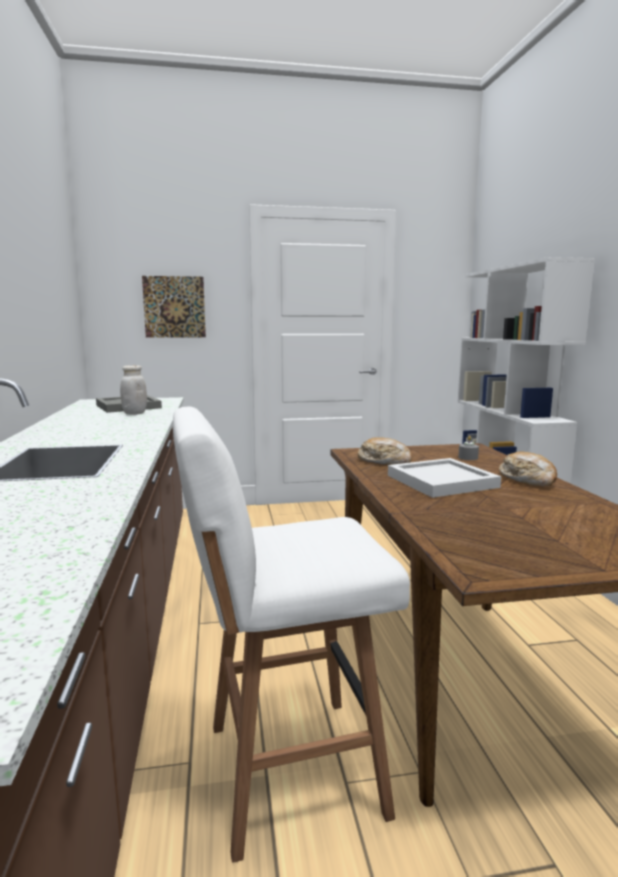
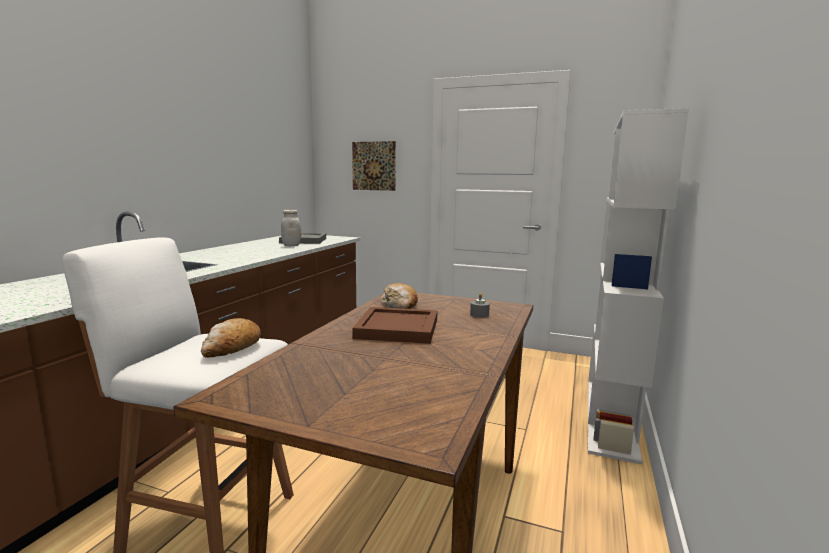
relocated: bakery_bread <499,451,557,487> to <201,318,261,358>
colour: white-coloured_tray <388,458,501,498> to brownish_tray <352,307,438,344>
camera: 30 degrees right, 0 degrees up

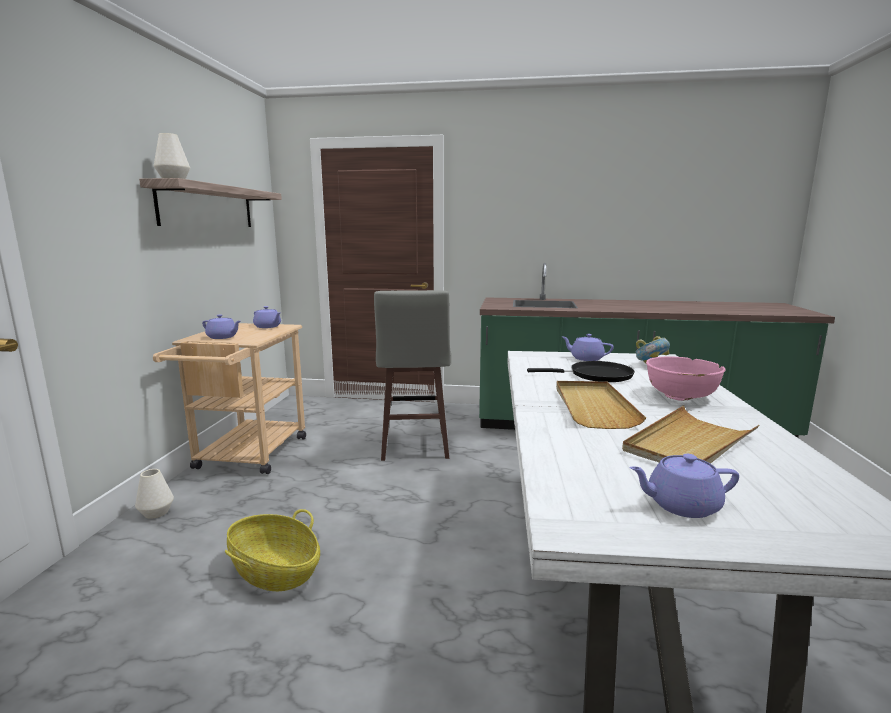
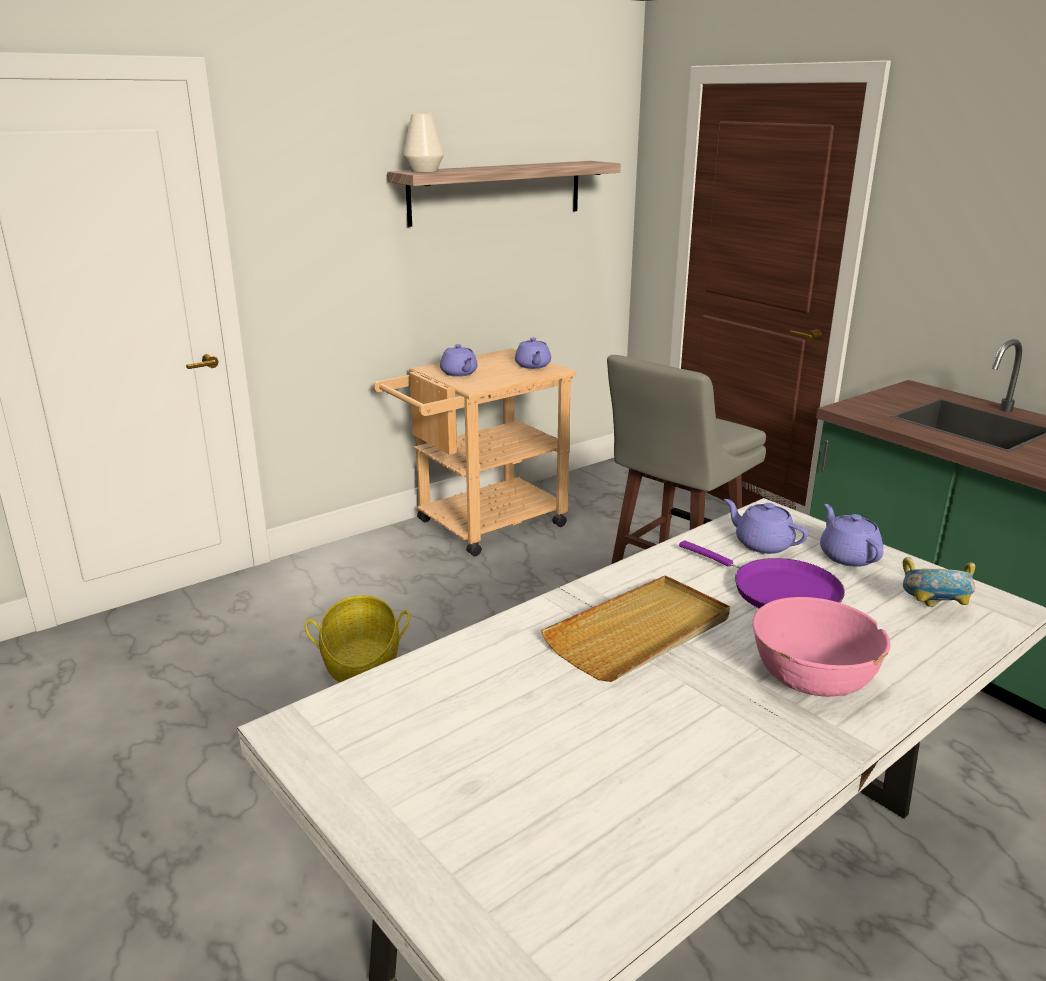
missing: sand-coloured_tray <622,406,759,464>; white-coloured_vase <135,469,174,519>
relocated: purplish_pot_for_tea <629,454,739,518> to <724,499,809,554>
colour: black-coloured_skillet <527,361,635,382> to purplish_skillet <679,540,845,608>
camera: 45 degrees right, 10 degrees up

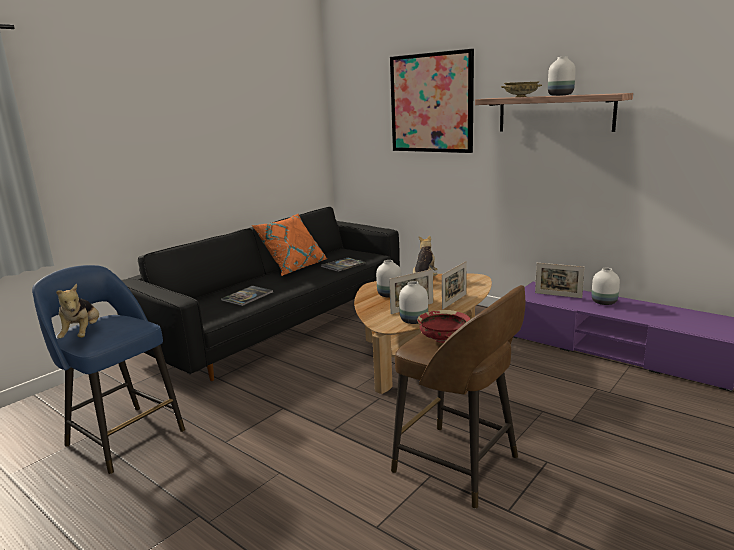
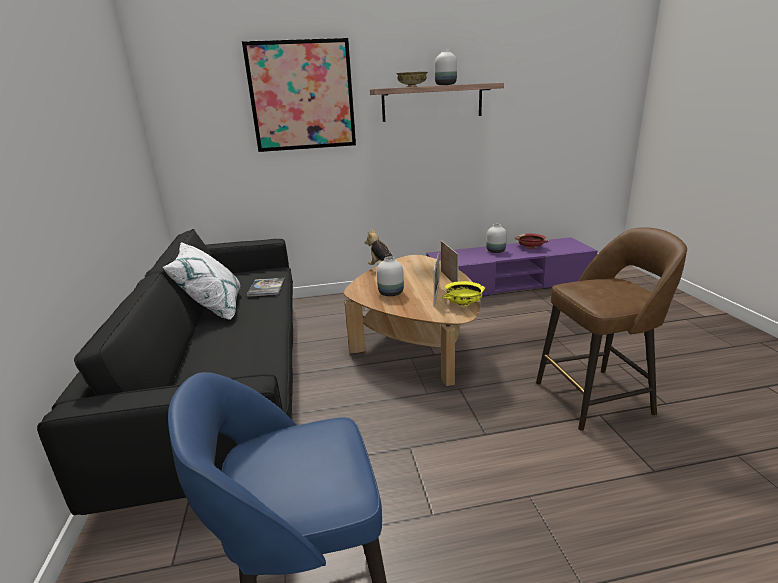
missing: standing_frame <535,263,585,298>; cuddly_toy <56,284,99,338>; book <221,286,273,306>
relocated: reddish_serving_bowl <417,310,470,343> to <515,233,549,249>
exchanged: white-coloured_vase <399,281,428,324> to yellow_serving_bowl <441,281,485,306>
colour: orange-coloured_cushion <251,214,327,276> to white-coloured_cushion <163,242,241,320>
camera: 50 degrees left, 5 degrees up

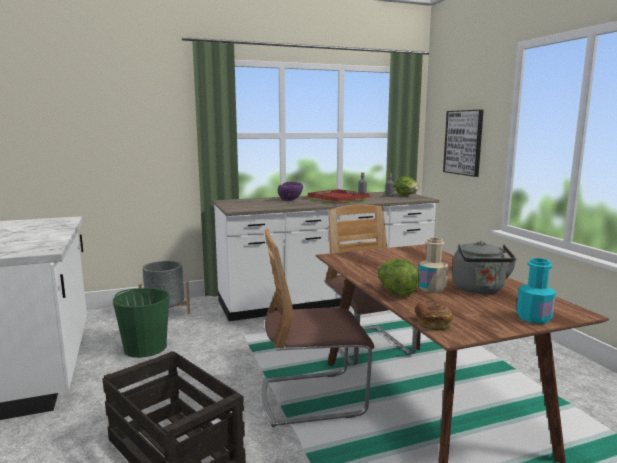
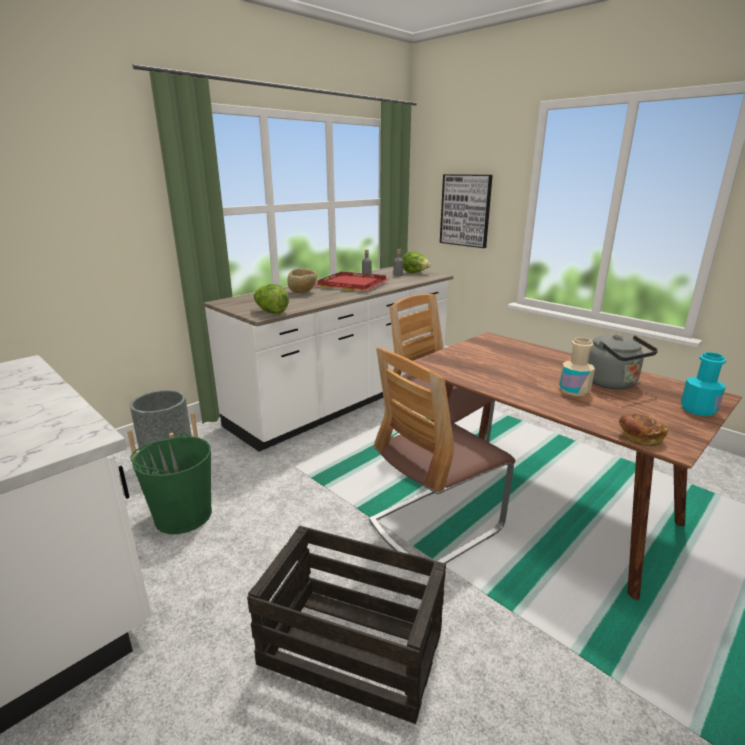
relocated: lettuce <378,259,420,297> to <253,284,289,314>
colour: purplish_serving_bowl <278,181,303,201> to sand-coloured_serving_bowl <287,268,317,293>
camera: 25 degrees left, 10 degrees up

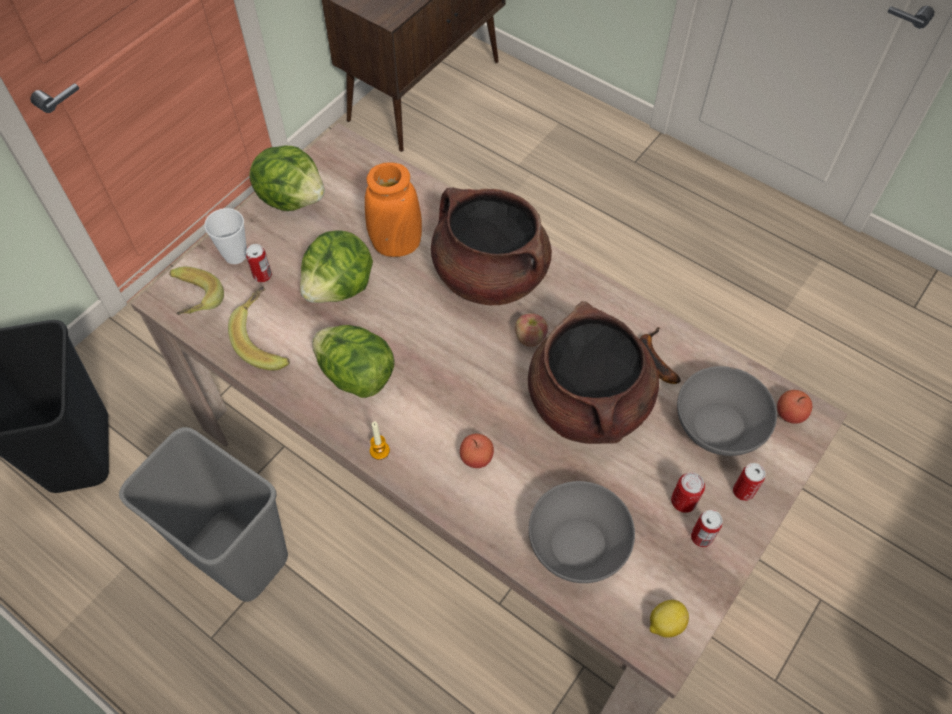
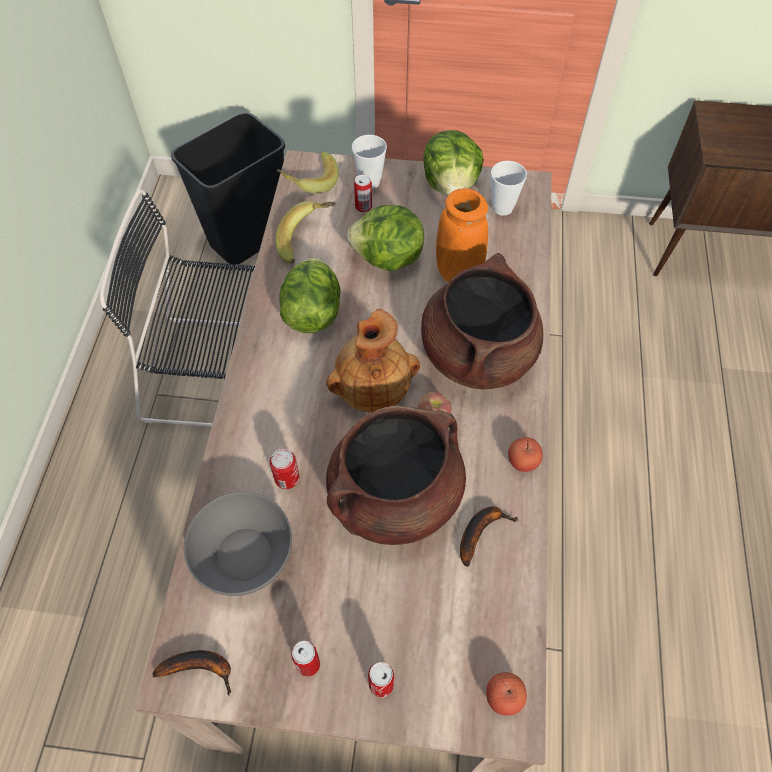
missing: greyish_serving_bowl <677,366,777,456>; candle <370,421,390,460>
appeared: drinking_cup <491,161,527,216>; brownish_vase <326,309,420,413>
relocated: whole_apple <460,434,494,468> to <508,437,543,472>; sealed_can <671,472,705,513> to <270,449,300,489>
exchanged: greyish_rubbish_bin <119,427,288,602> to black-coloured_upright_chair <100,189,255,427>; citrus_fruit <650,600,689,638> to whole_banana <153,650,231,696>
camera: 60 degrees right, 0 degrees up

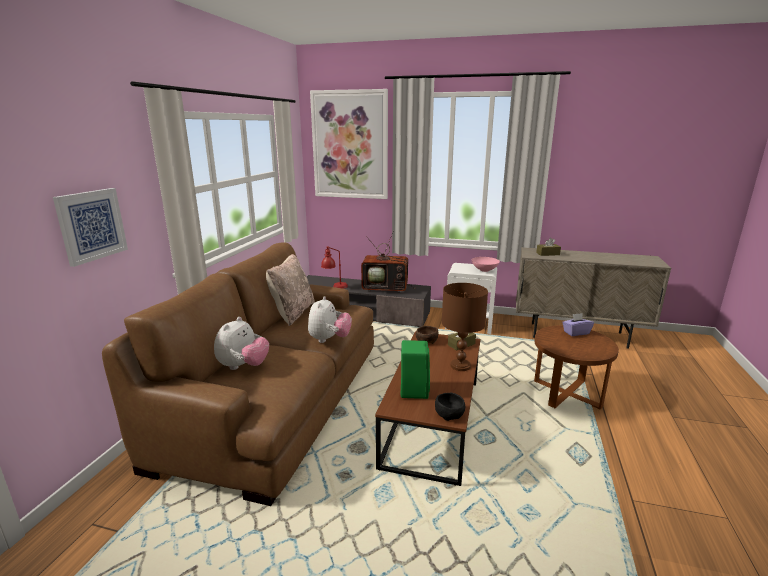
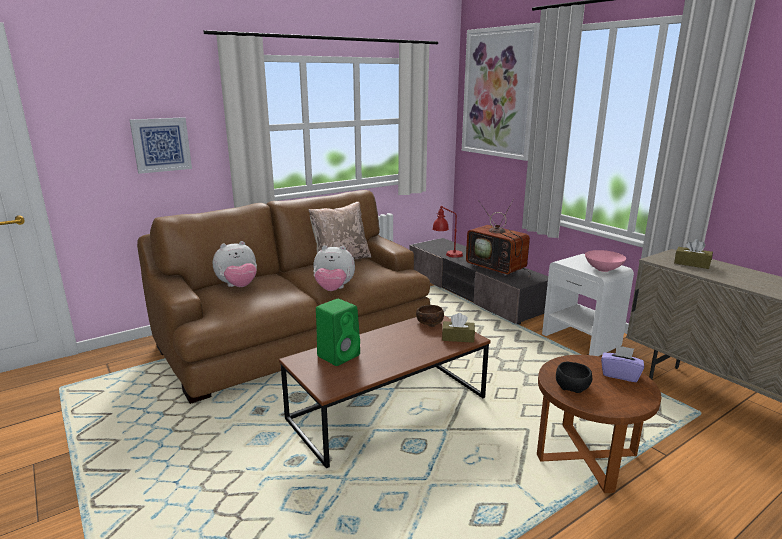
missing: brownish_tabletop_lamp <442,283,488,371>
relocated: black-coloured_serving_bowl <435,393,465,421> to <556,362,593,393>
spun: cuddly_toy <308,296,352,343> = <313,245,355,291> 45 degrees clockwise
camera: 40 degrees right, 0 degrees up

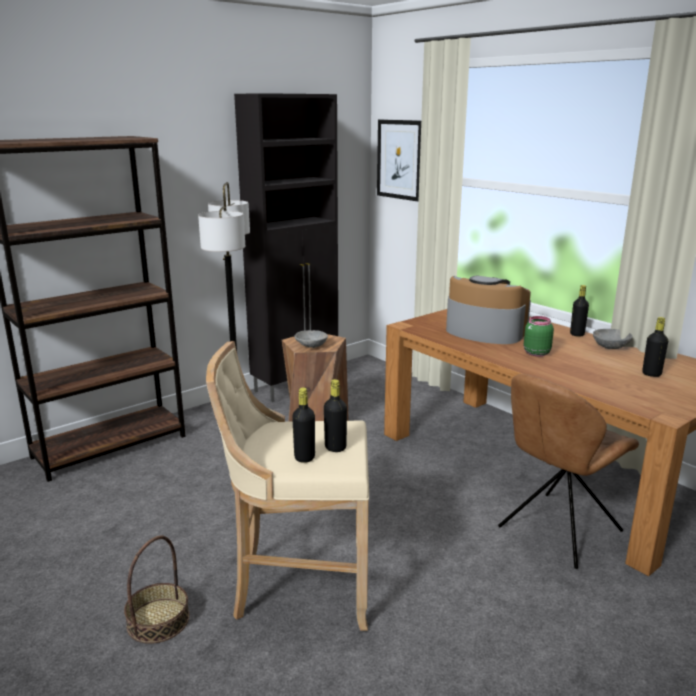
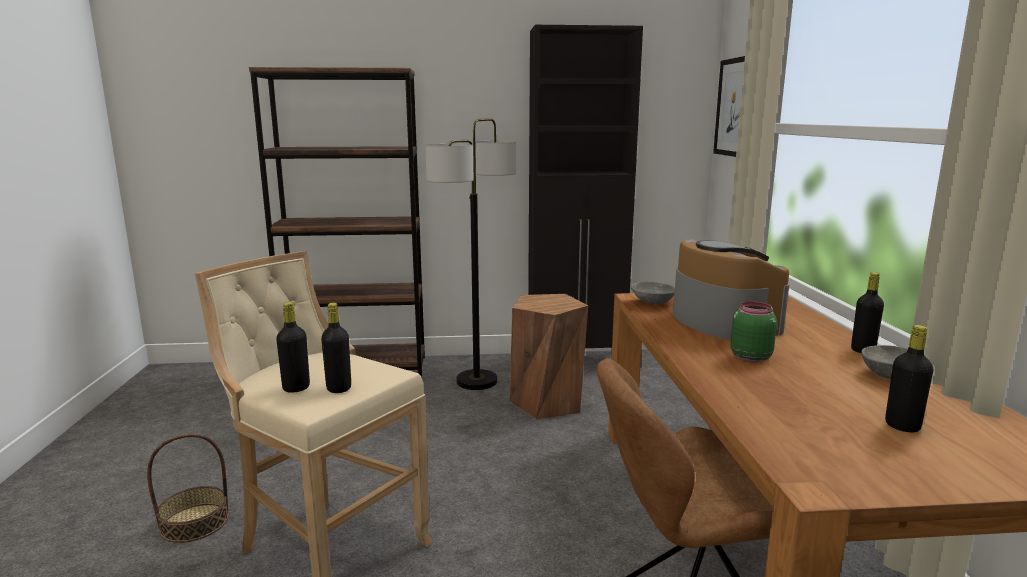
relocated: greyish_serving_bowl <295,330,328,348> to <631,281,675,304>
camera: 35 degrees right, 5 degrees down

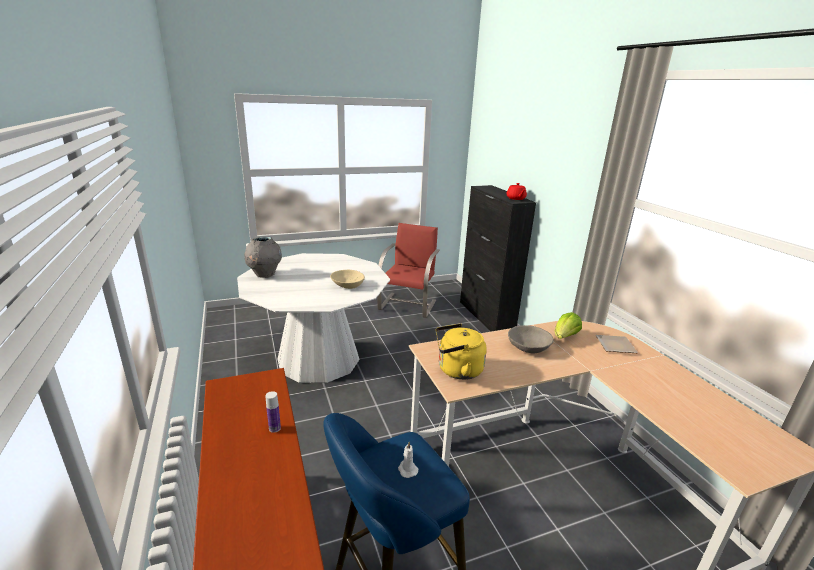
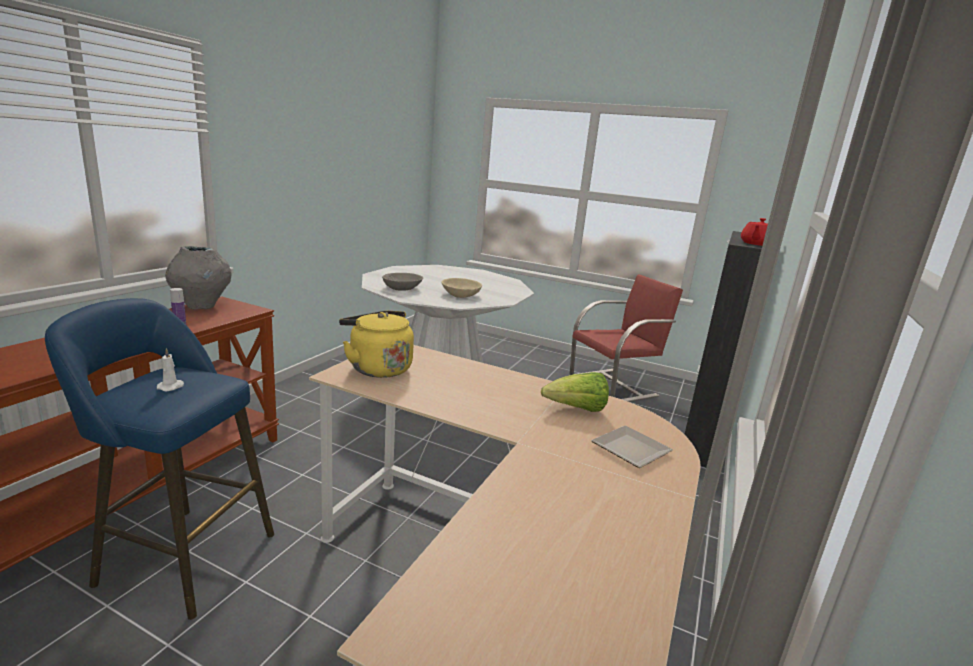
relocated: greyish_vase <244,237,282,278> to <165,246,231,310>; greyish_serving_bowl <508,325,554,353> to <382,273,423,291>
camera: 45 degrees right, 5 degrees down

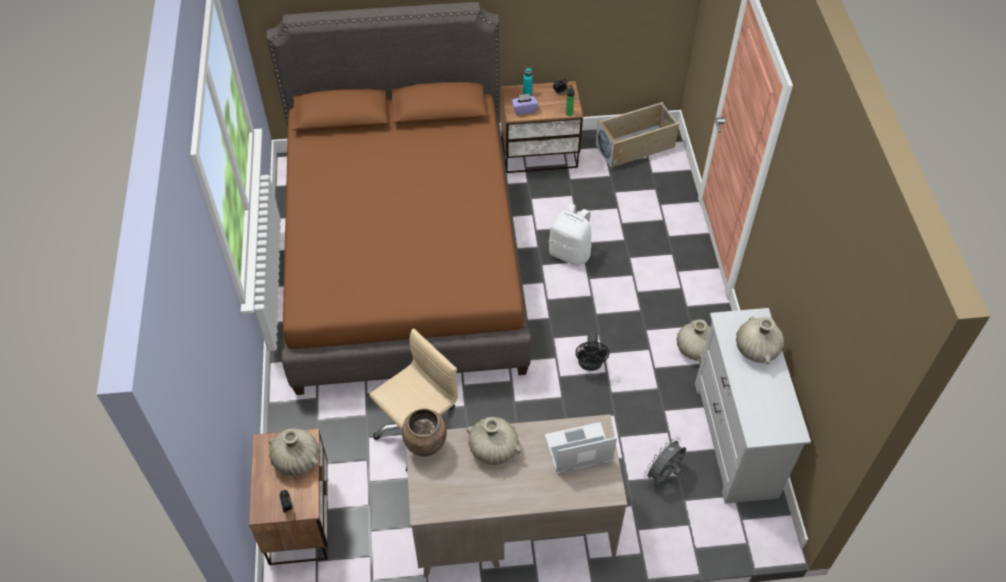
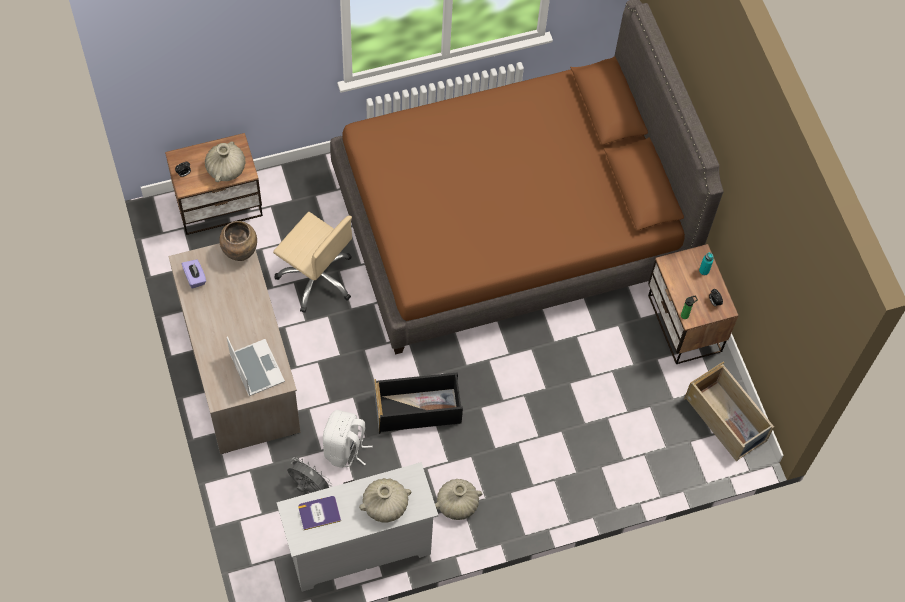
missing: sand-coloured_vase <467,417,521,465>
appeared: book <298,496,341,530>
relocated: purplish_box_of_tissues <511,94,538,115> to <182,259,206,289>; white-coloured_backpack <549,203,591,266> to <323,410,373,468>
exchanged: black-coloured_fan <575,332,609,371> to black-coloured_storage_box <374,372,463,434>
camera: 75 degrees right, 10 degrees up

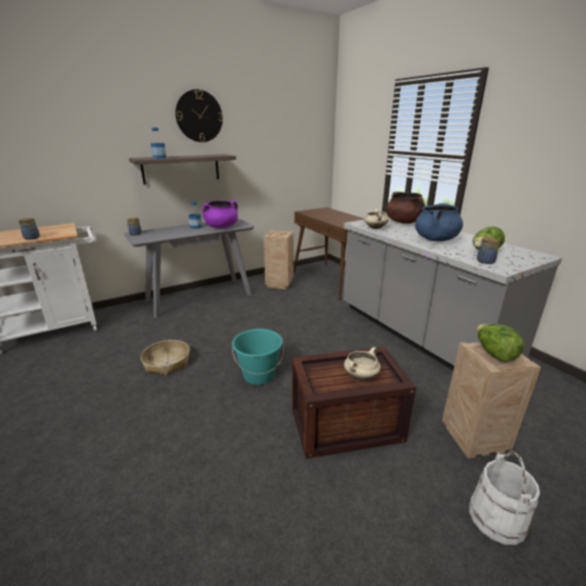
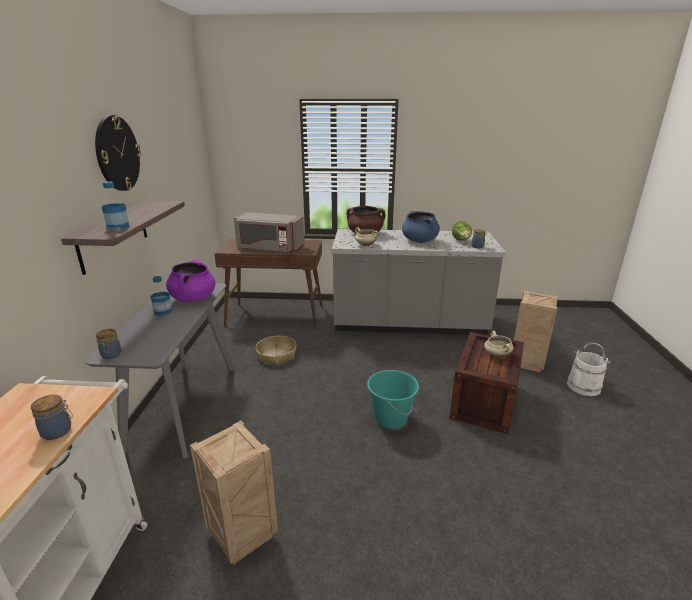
missing: lettuce <477,324,524,362>
appeared: greyish_microwave <234,212,305,253>
relocated: crate <264,230,294,289> to <190,420,278,565>; storage_basket <141,340,190,376> to <255,336,297,365>
camera: 55 degrees left, 0 degrees up

